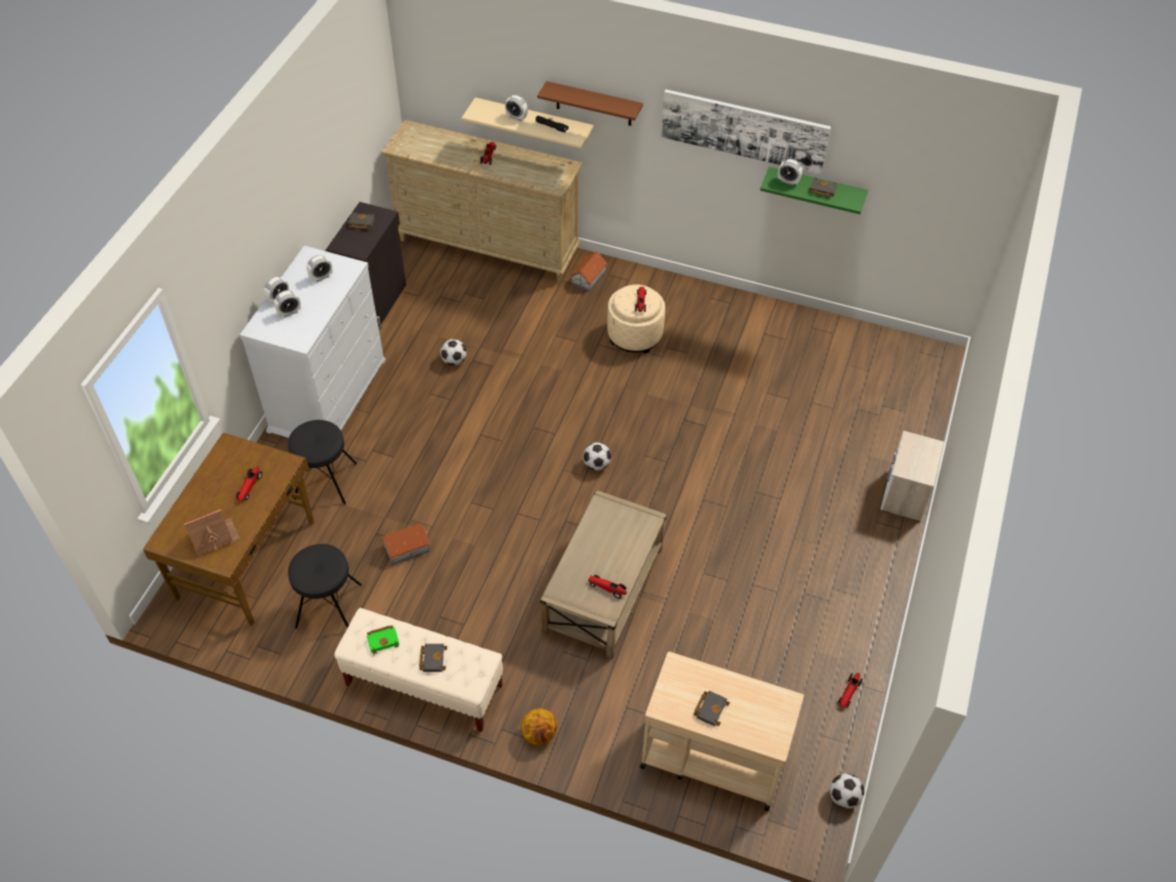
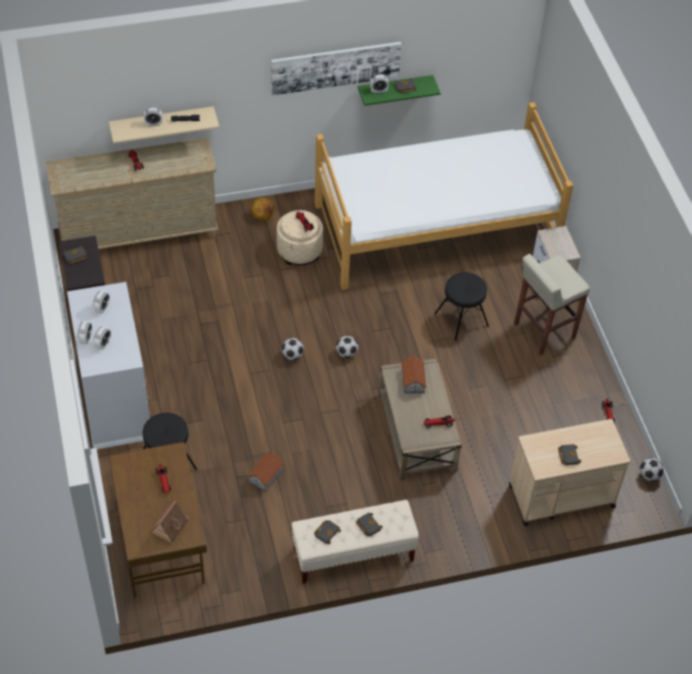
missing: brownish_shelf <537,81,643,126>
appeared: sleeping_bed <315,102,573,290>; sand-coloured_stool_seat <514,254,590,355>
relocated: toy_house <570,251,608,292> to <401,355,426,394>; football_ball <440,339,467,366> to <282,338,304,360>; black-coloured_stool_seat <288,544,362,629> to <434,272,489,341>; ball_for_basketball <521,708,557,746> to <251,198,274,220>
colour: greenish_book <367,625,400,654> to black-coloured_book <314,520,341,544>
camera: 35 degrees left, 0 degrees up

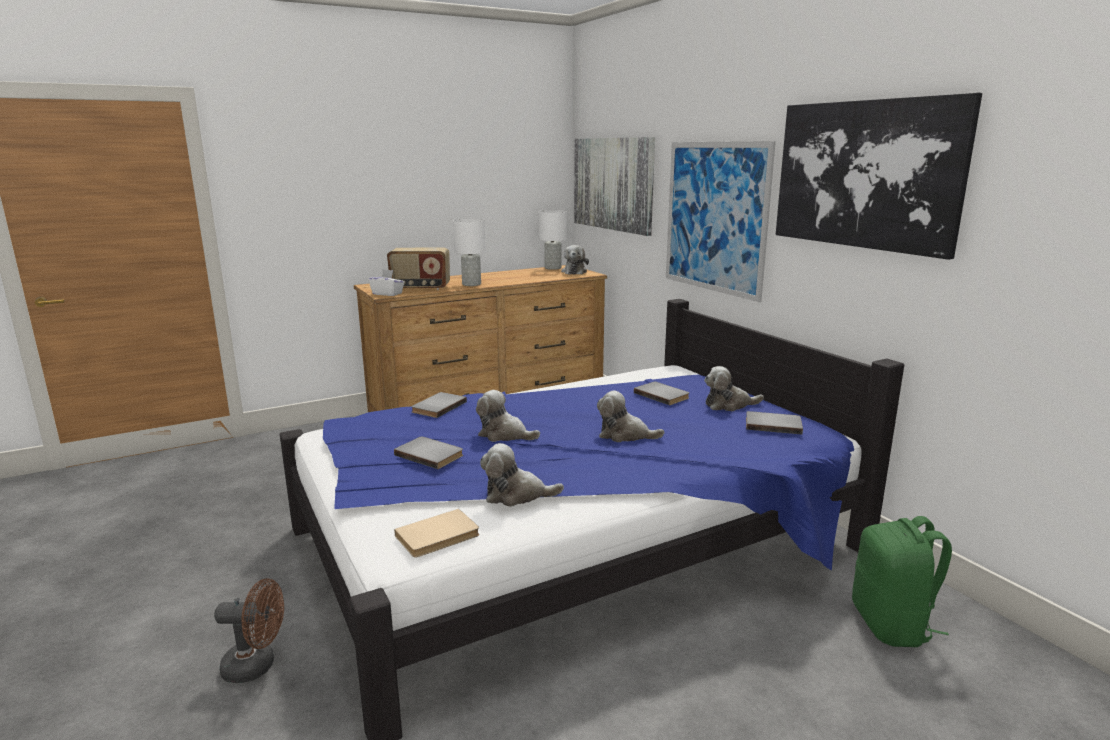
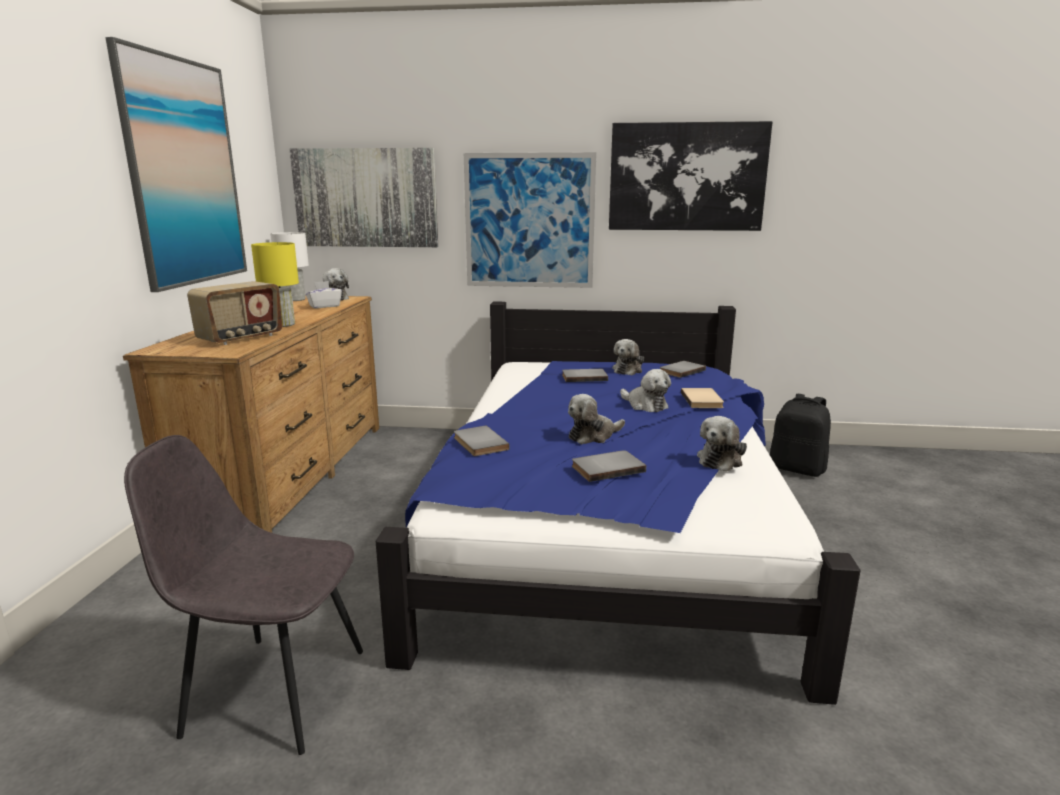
missing: brownish_fan <214,578,284,683>
appeared: picture <105,37,247,292>; greyish_upright_chair <124,435,363,755>
relocated: white-coloured_box_of_tissues <368,269,405,296> to <305,281,342,308>; sand-coloured_book <394,509,479,558> to <681,388,724,408>
colour: white-coloured_tabletop_lamp <453,219,486,286> to yellow_tabletop_lamp <251,242,299,327>; greenish_backpack <852,516,952,647> to black-coloured_backpack <770,394,831,477>
spun: cuddly_toy <597,390,664,442> = <620,369,671,412> 90 degrees counterclockwise
camera: 55 degrees left, 0 degrees up

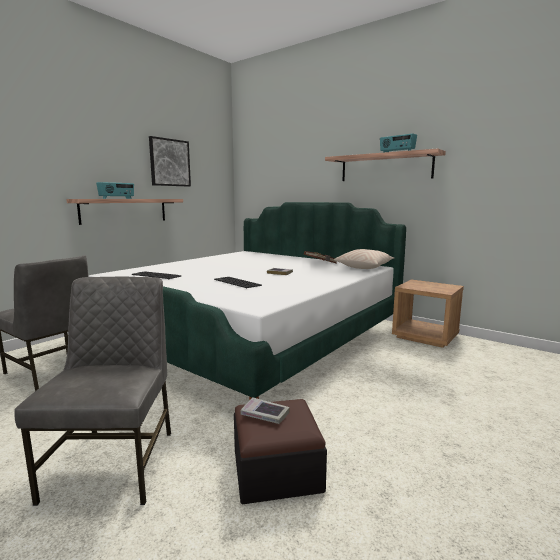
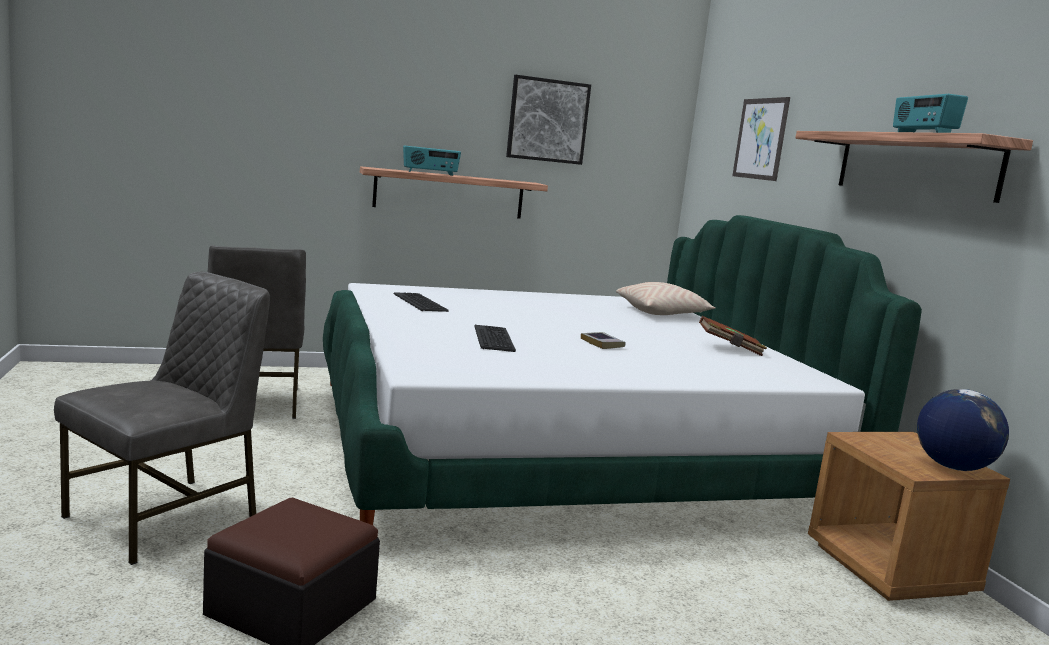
missing: book <241,397,290,424>
appeared: picture <732,97,790,181>; globe <917,389,1009,471>
relocated: sand-coloured_cushion <334,249,395,269> to <616,282,716,315>
camera: 35 degrees right, 0 degrees up

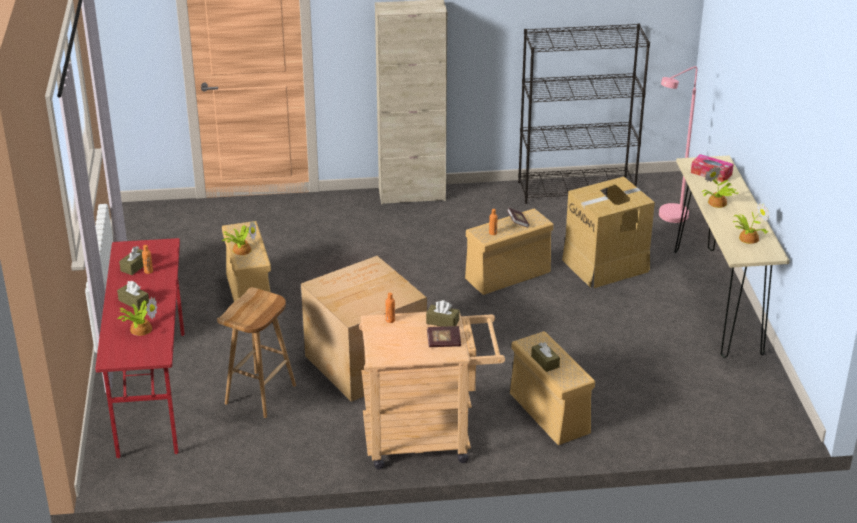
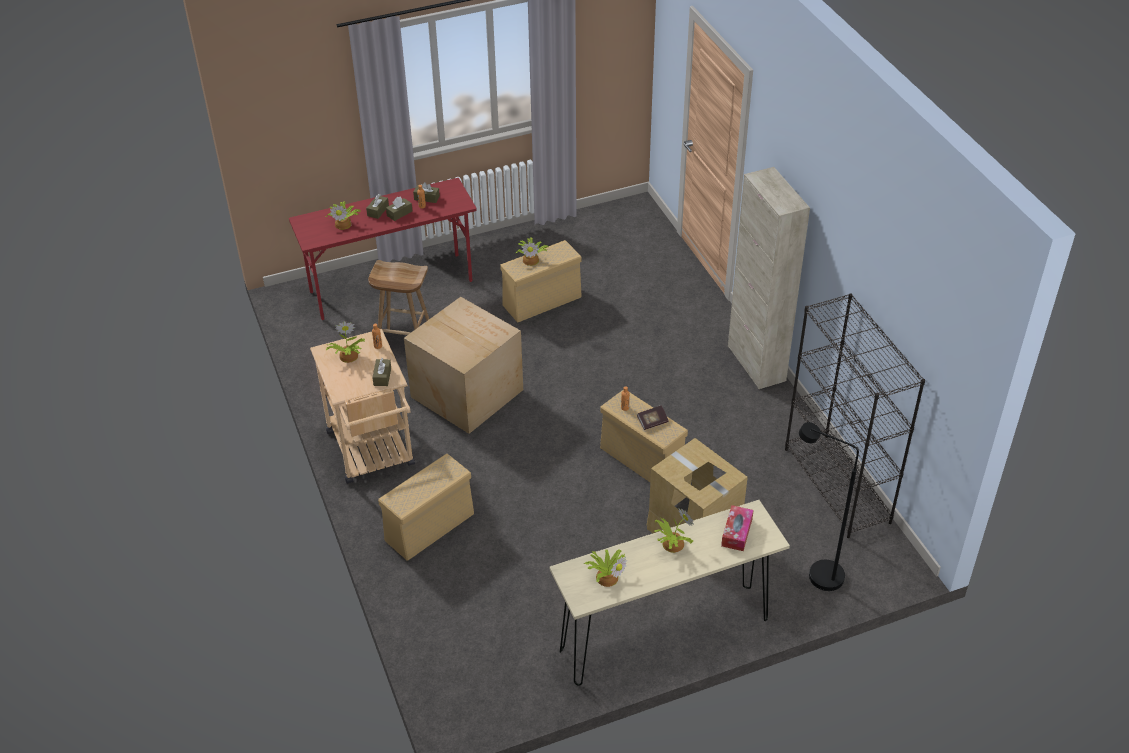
missing: book <427,326,461,347>
appeared: plant_in_a_pot <326,321,365,363>
relocated: brownish_box_of_tissues <531,342,560,372> to <386,197,412,221>
colour: pinkish_standing_lamp <659,66,697,223> to black-coloured_standing_lamp <799,422,859,591>
camera: 75 degrees right, 10 degrees up

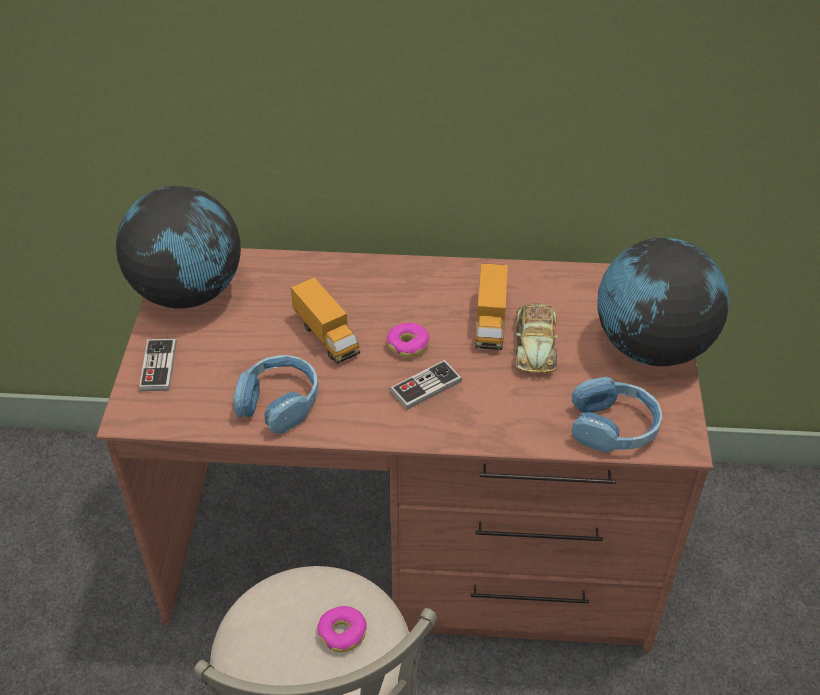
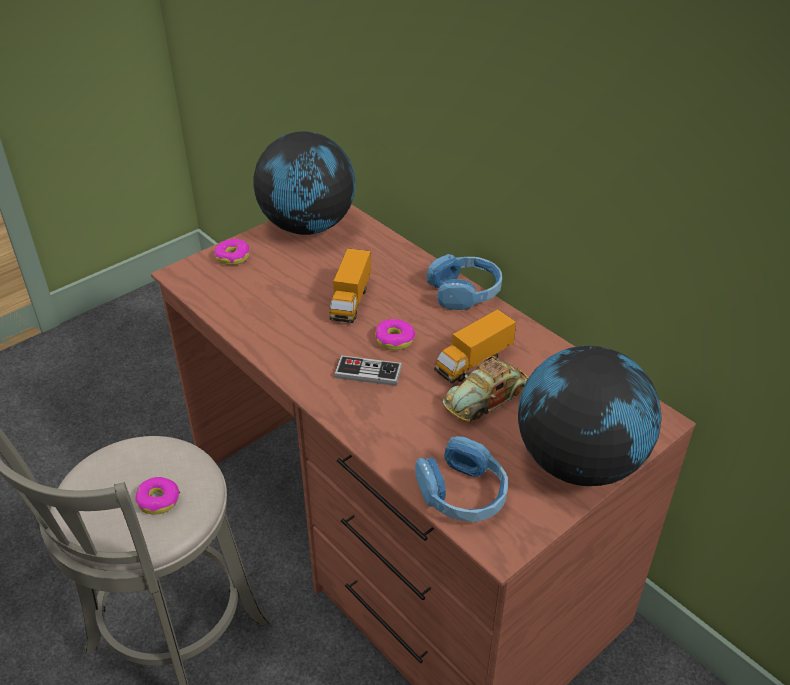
relocated: blue-coloured_headphones <234,355,319,434> to <426,254,502,310>
exchanged: game_controller <139,338,177,391> to doughnut <214,239,250,265>
camera: 45 degrees right, 5 degrees down

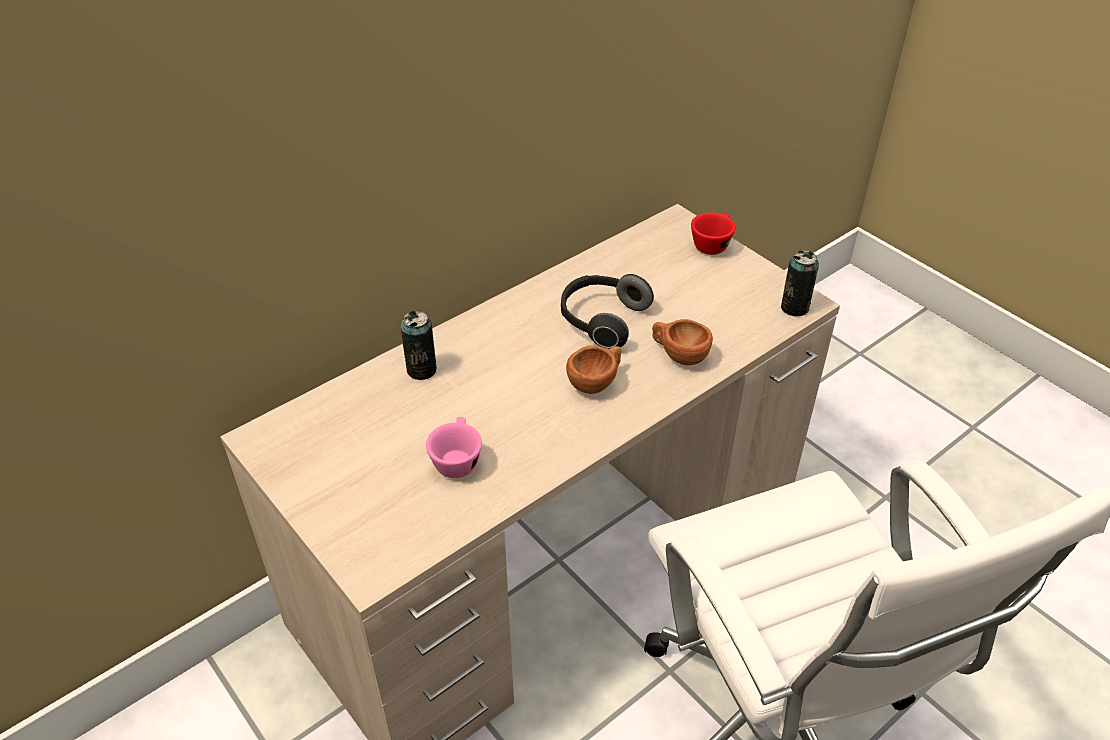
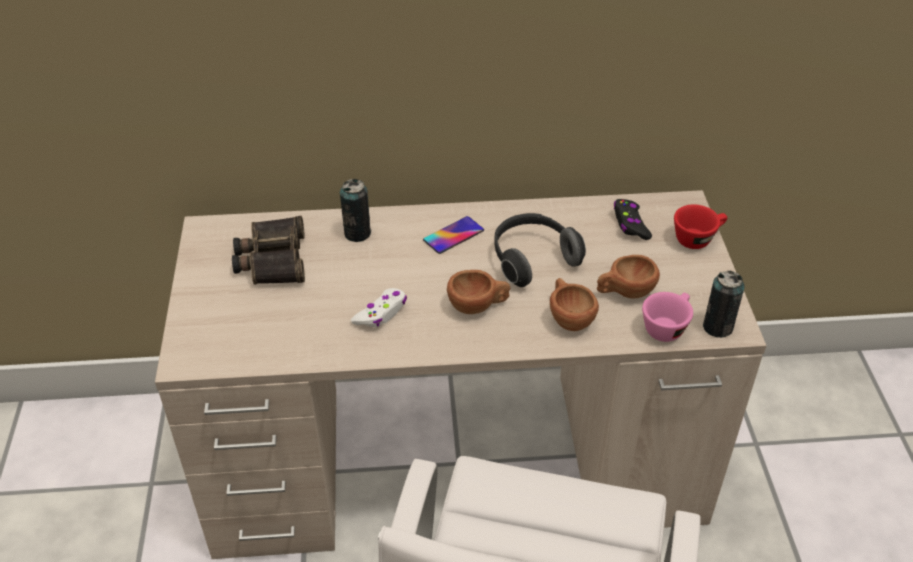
appeared: black-coloured_game_controller <614,199,652,240>; pair_of_binoculars <232,216,305,285>; handset <423,216,484,254>; brownish_drinking_cup <597,255,660,299>; white-coloured_game_controller <351,288,407,327>
relocated: pinkish_drinking_cup <426,417,482,478> to <642,292,693,342>
camera: 35 degrees right, 0 degrees up

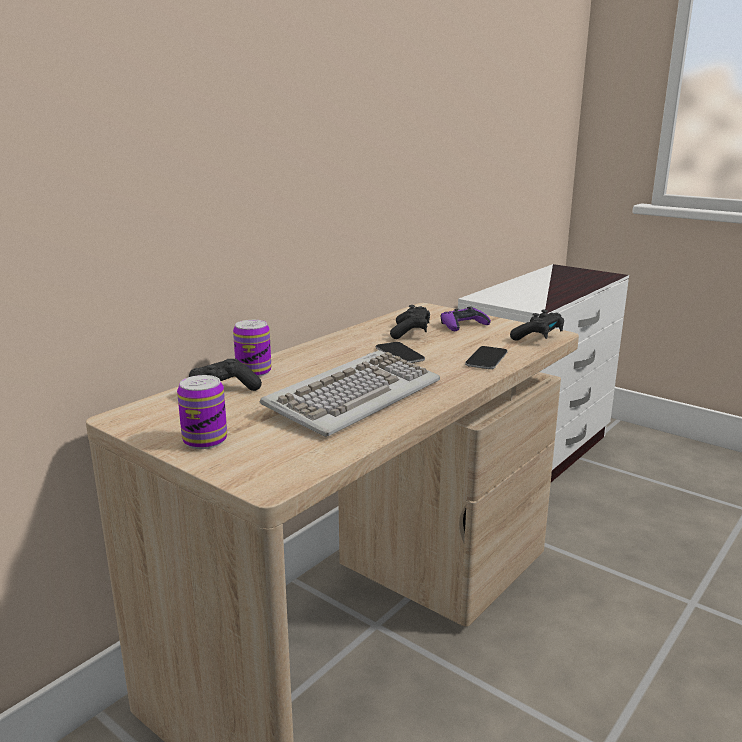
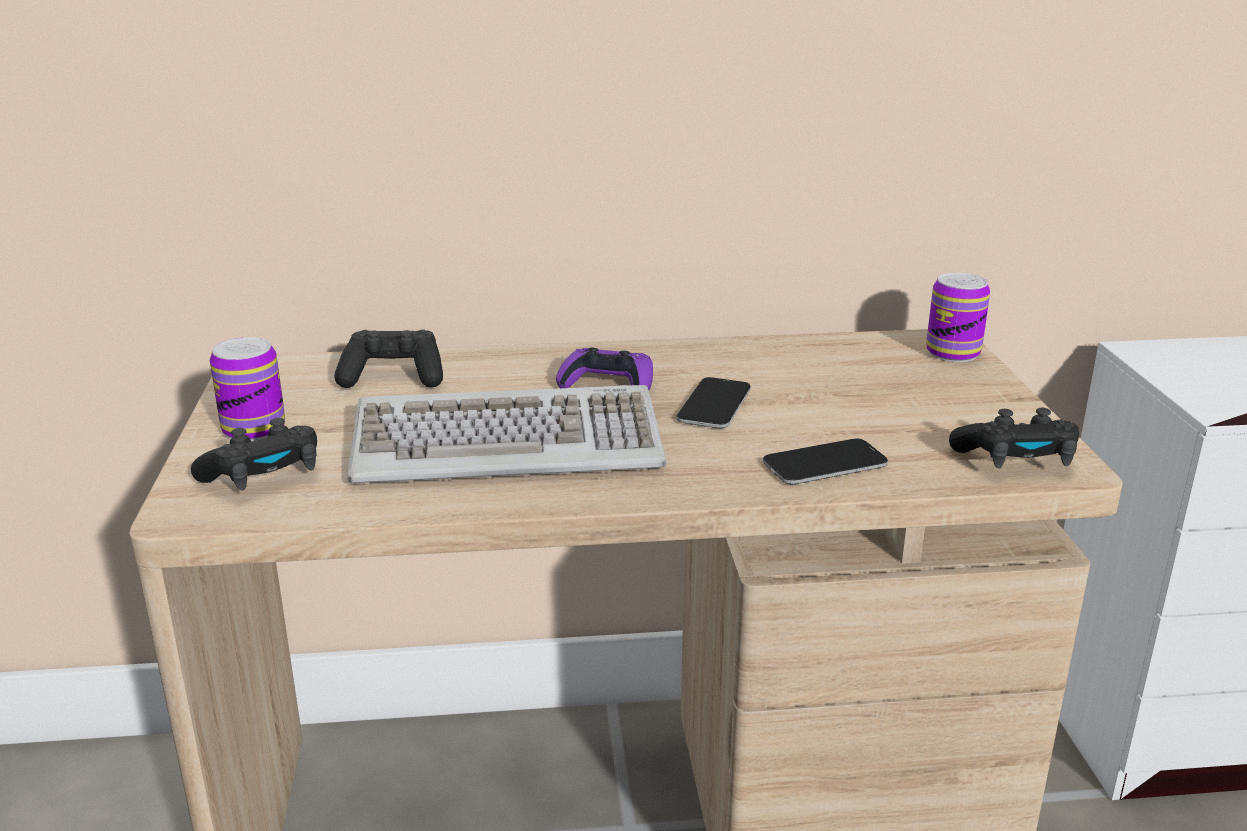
relocated: black-coloured_game_controller <390,305,430,339> to <191,418,317,491>; purplish_game_controller <441,306,491,331> to <556,348,653,390>; sealed_can <233,320,271,377> to <926,272,990,362>
camera: 45 degrees right, 5 degrees up

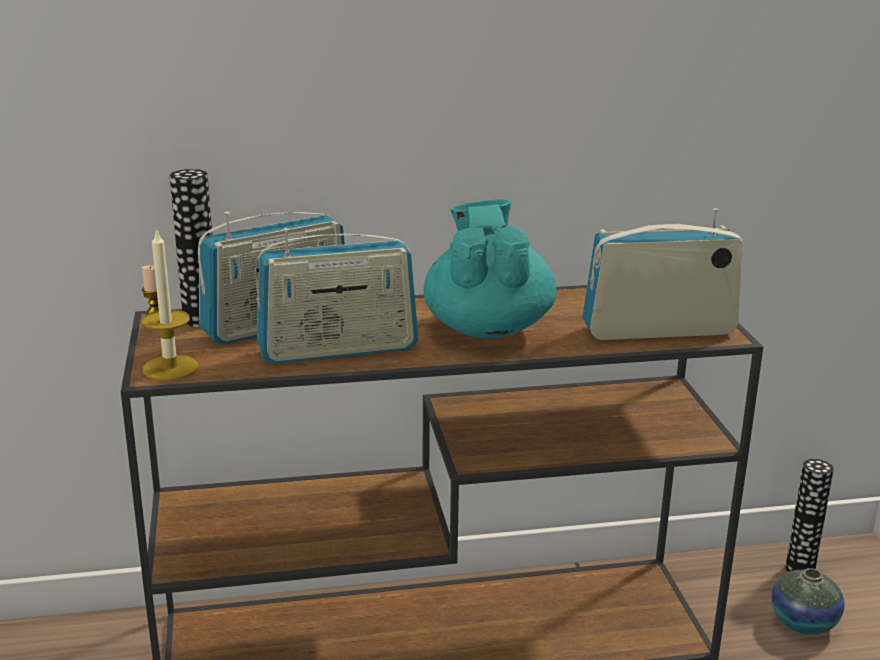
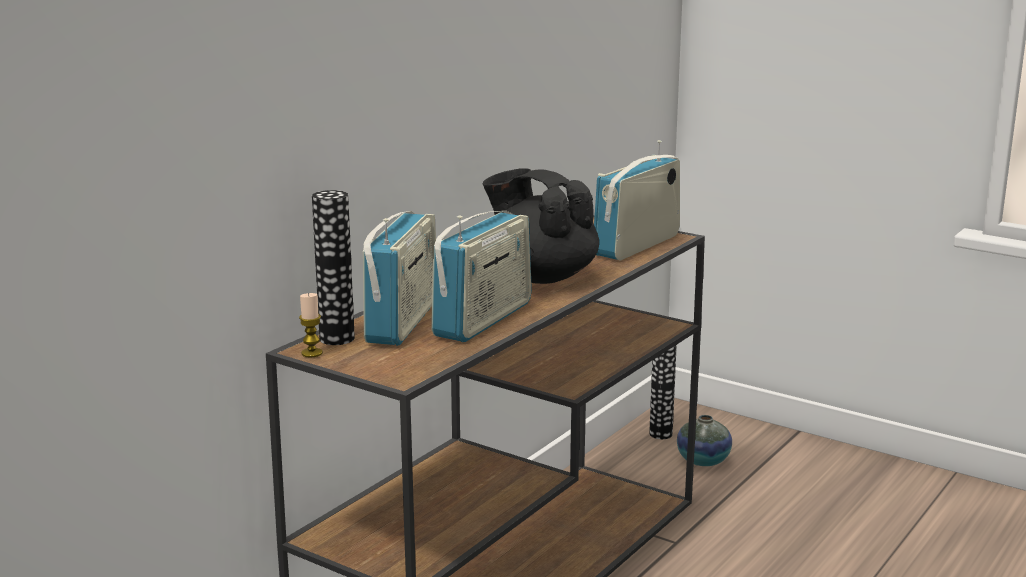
missing: candle <141,228,199,381>
colour: turquoise-coloured_pot_for_tea <424,200,557,339> to black-coloured_pot_for_tea <483,168,599,284>
camera: 45 degrees left, 5 degrees down

